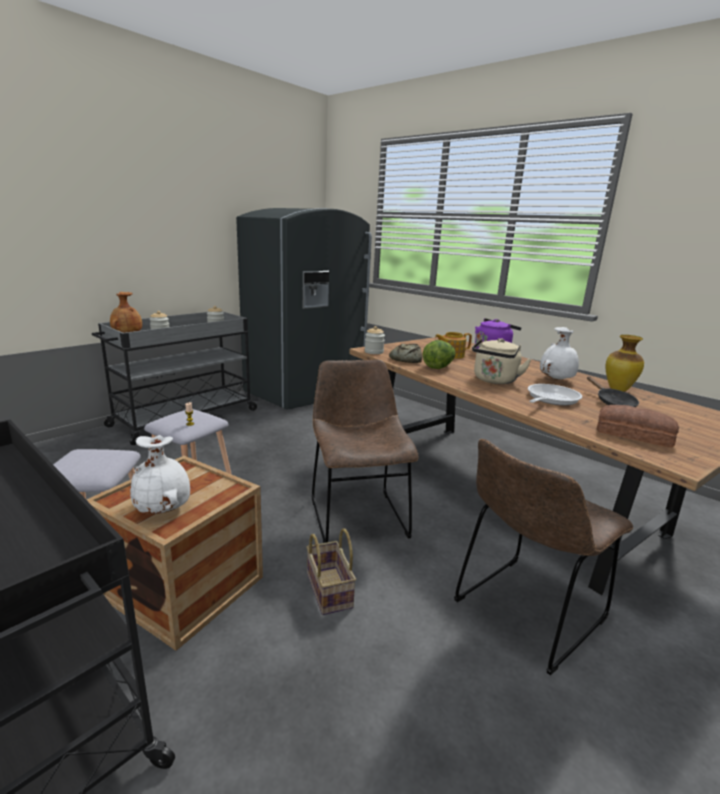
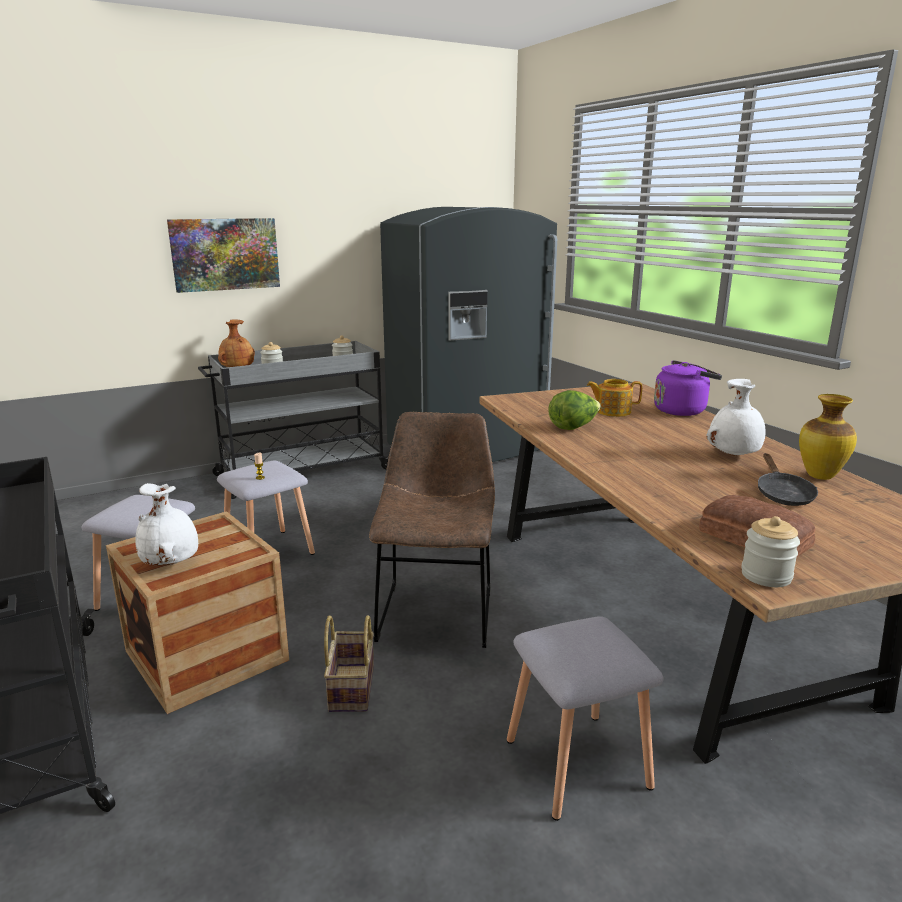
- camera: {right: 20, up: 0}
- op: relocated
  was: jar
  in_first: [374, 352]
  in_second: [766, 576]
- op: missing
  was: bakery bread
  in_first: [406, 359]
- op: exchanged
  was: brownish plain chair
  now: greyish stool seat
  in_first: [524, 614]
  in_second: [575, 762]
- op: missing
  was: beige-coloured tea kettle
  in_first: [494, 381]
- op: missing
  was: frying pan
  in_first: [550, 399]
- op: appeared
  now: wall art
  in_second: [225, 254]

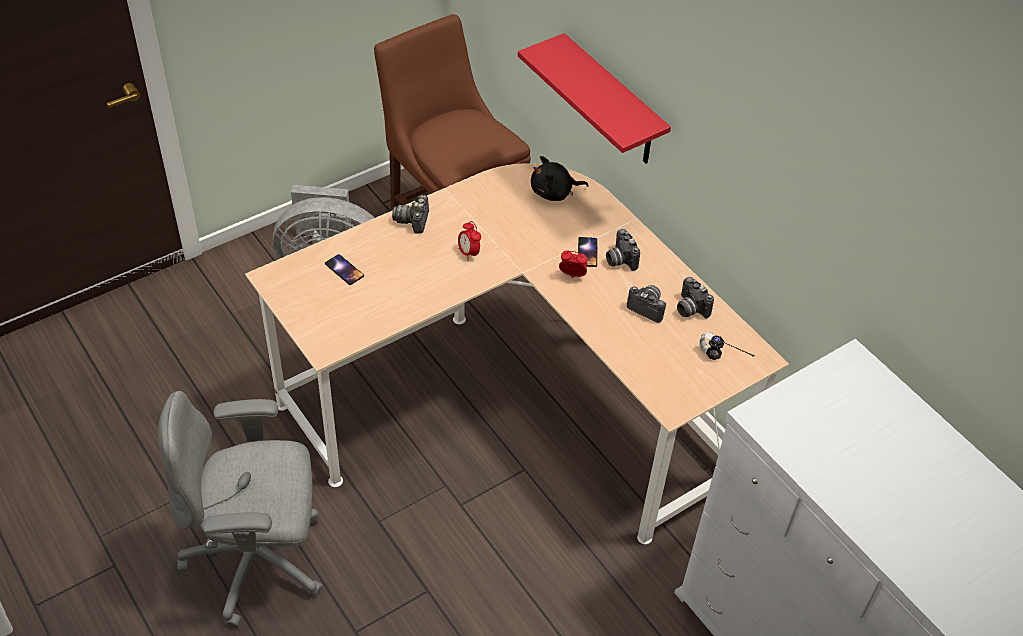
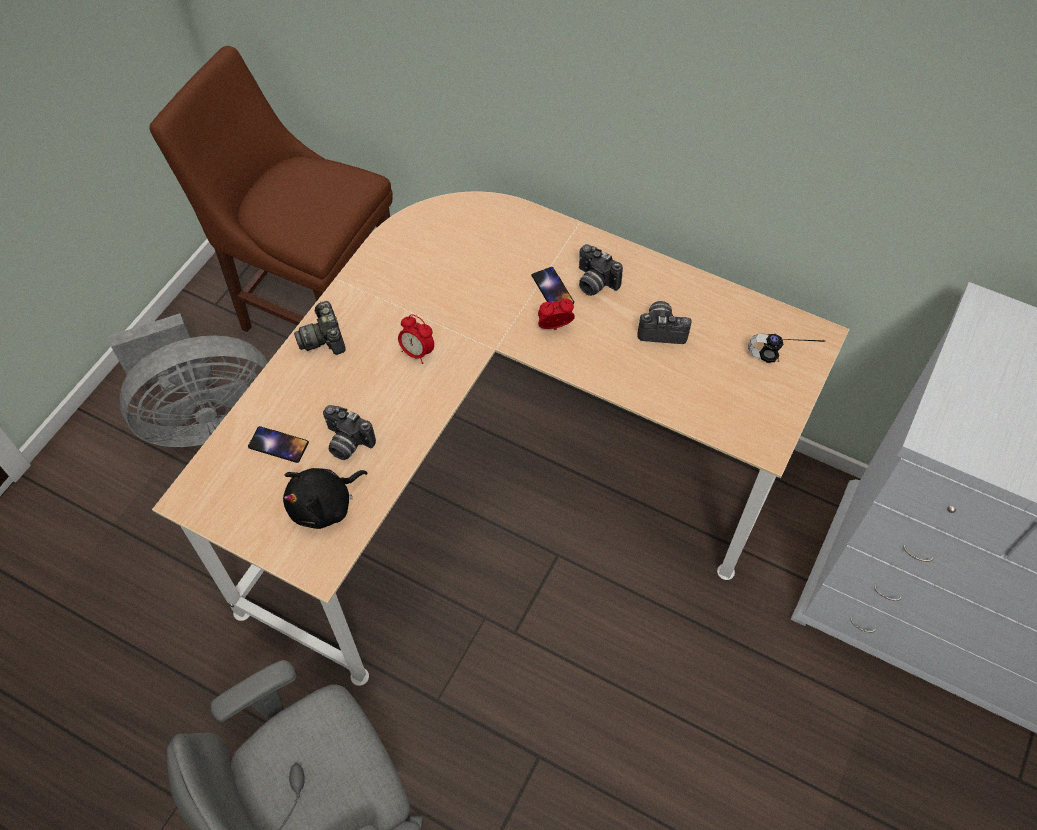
- camera: {right: -25, up: 10}
- op: missing
  was: red wall shelf
  in_first: [612, 103]
- op: relocated
  was: blackish soft toy
  in_first: [554, 192]
  in_second: [324, 505]
- op: relocated
  was: photo camera
  in_first: [689, 309]
  in_second: [346, 443]

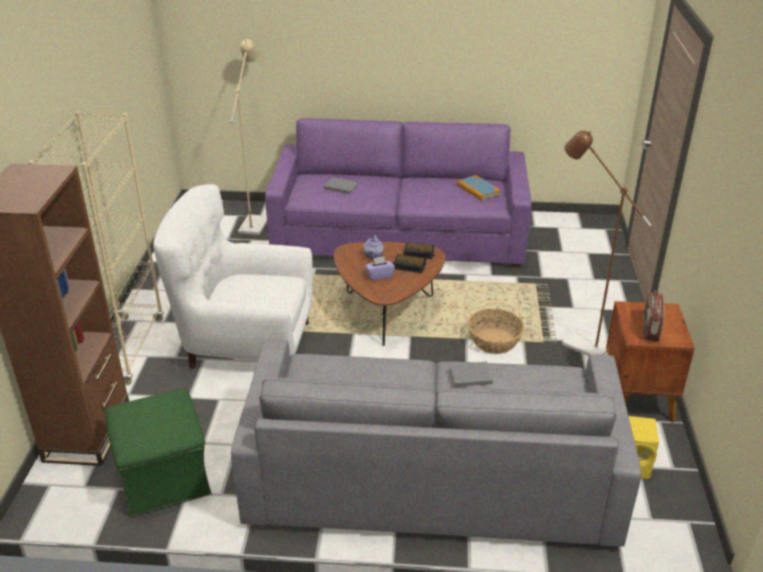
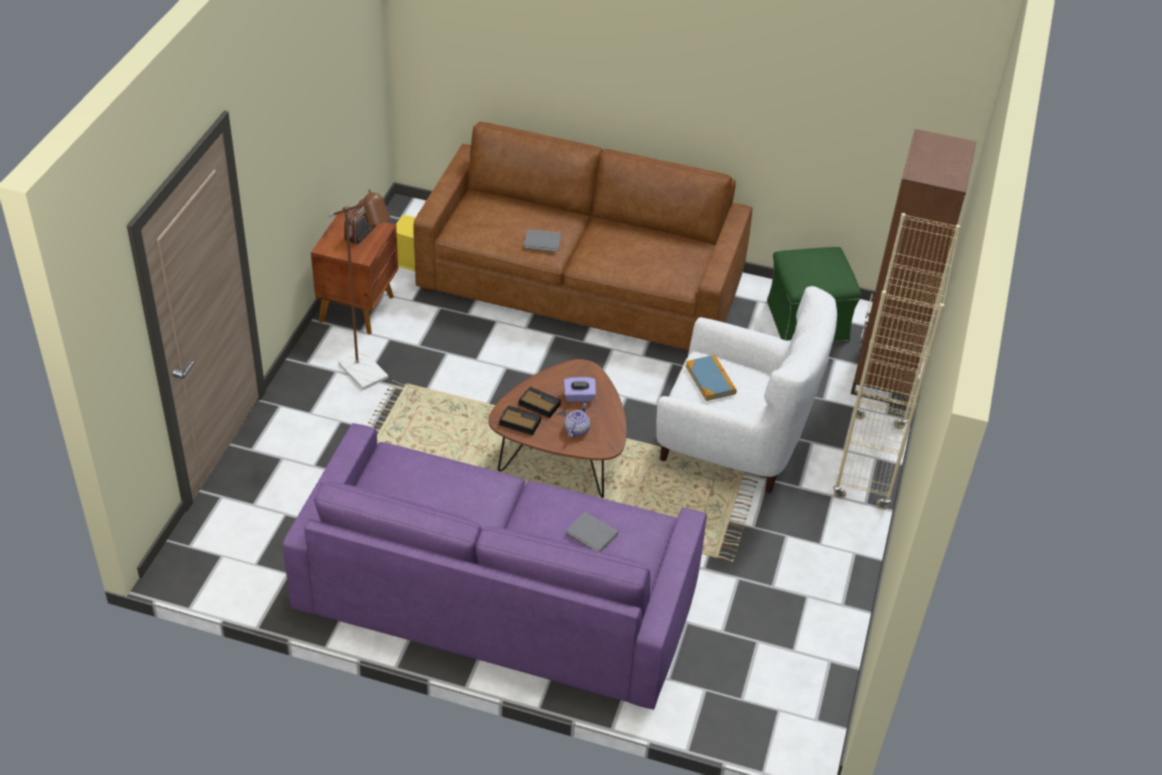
- camera: {right: -170, up: 10}
- op: missing
  was: beige-coloured standard lamp
  in_first: [255, 222]
- op: colour
  was: greyish sofa
  now: brownish sofa
  in_first: [431, 475]
  in_second: [581, 283]
- op: relocated
  was: book
  in_first: [478, 190]
  in_second: [710, 380]
- op: missing
  was: basket
  in_first: [494, 341]

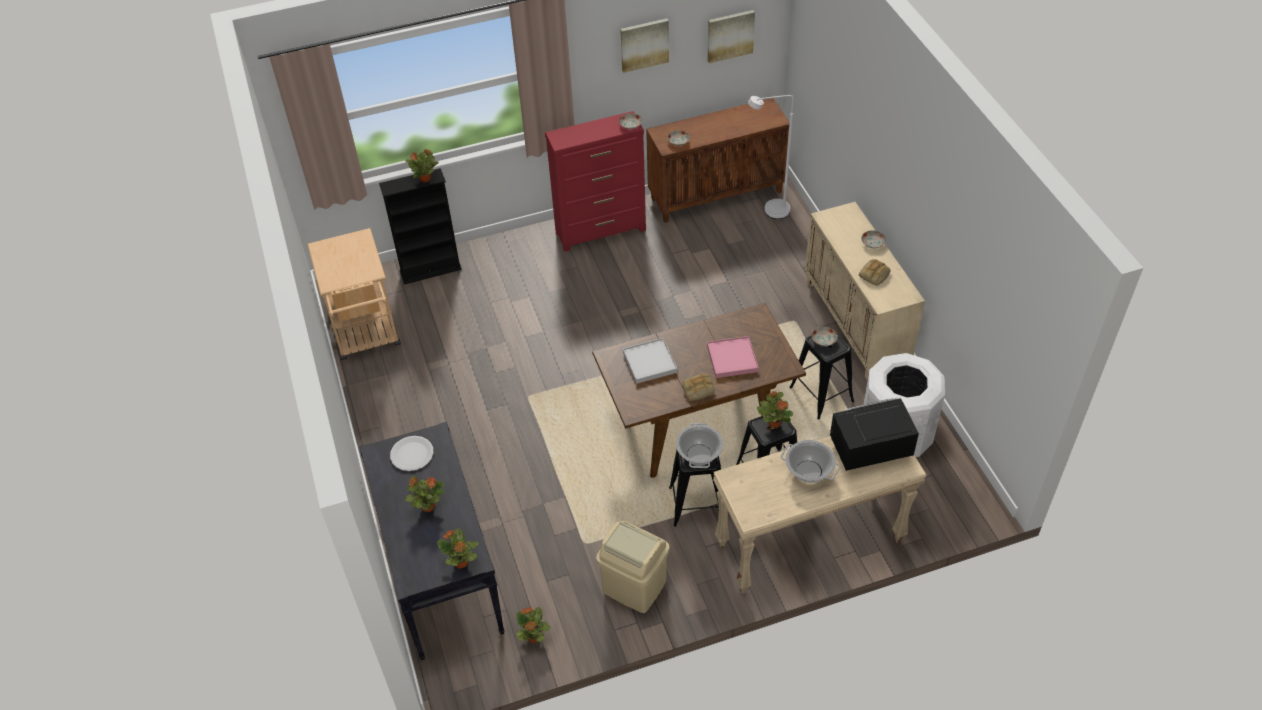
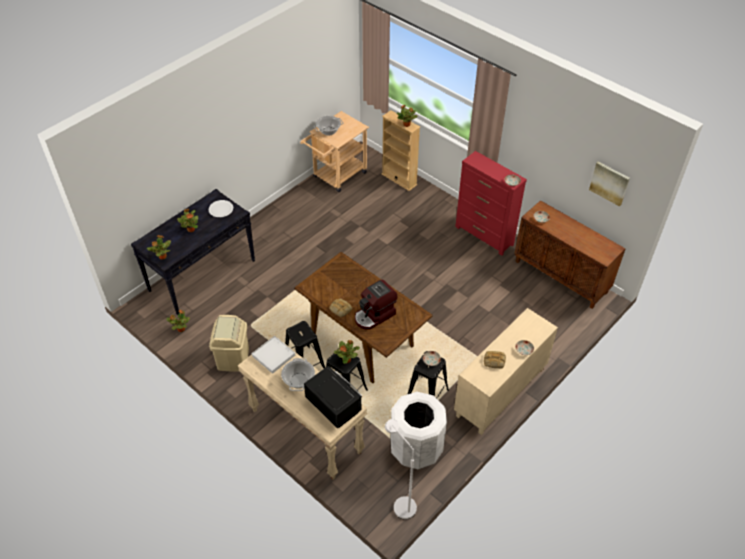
- camera: {right: 60, up: 0}
- op: colour
  was: blackish bookcase
  now: beige-coloured bookcase
  in_first: [430, 270]
  in_second: [399, 179]
- op: missing
  was: wall art
  in_first: [644, 44]
- op: relocated
  was: whitish tray
  in_first: [650, 362]
  in_second: [273, 355]
- op: relocated
  was: saucepot
  in_first: [699, 455]
  in_second: [328, 131]
- op: exchanged
  was: pink-coloured tray
  now: coffee brewer
  in_first: [732, 358]
  in_second: [375, 316]
- op: relocated
  was: whitish standard lamp
  in_first: [770, 211]
  in_second: [400, 503]

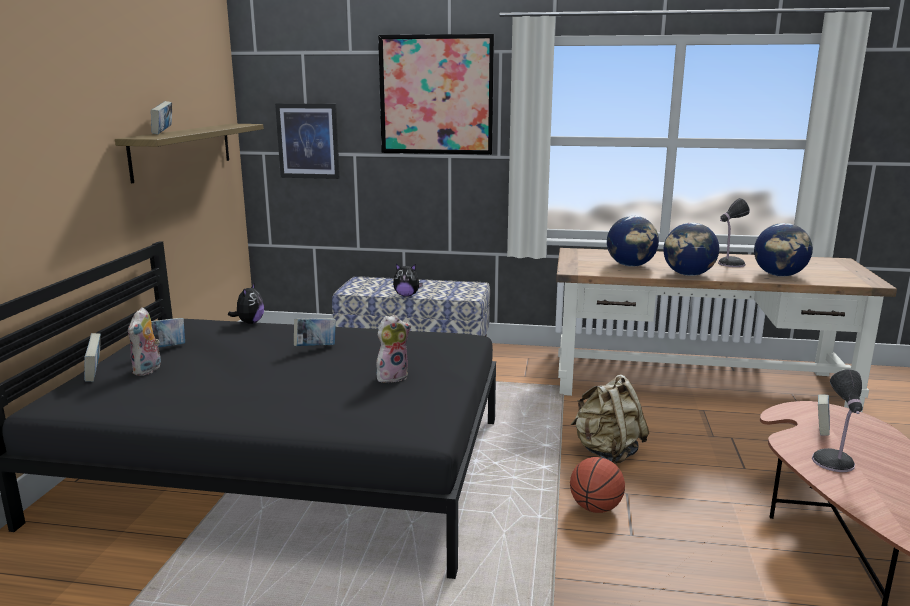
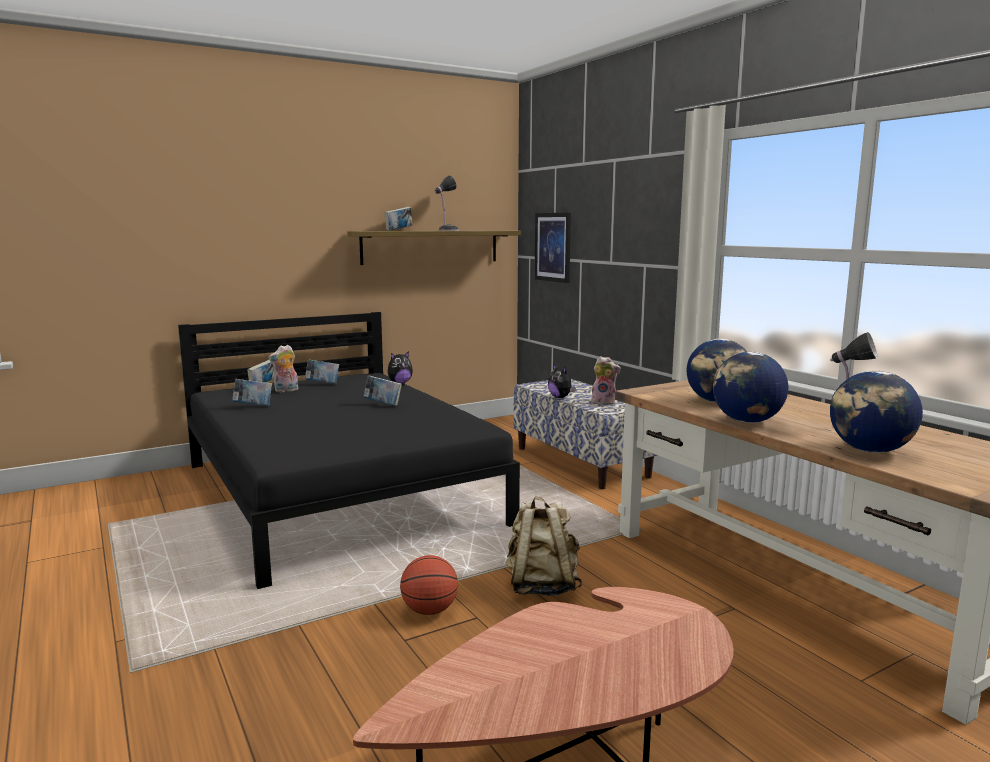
- camera: {right: 50, up: -5}
- op: relocated
  was: soft toy
  in_first: [392, 376]
  in_second: [604, 402]
- op: missing
  was: wall art
  in_first: [436, 95]
- op: relocated
  was: table lamp
  in_first: [833, 463]
  in_second: [447, 230]
- op: relocated
  was: book
  in_first: [821, 432]
  in_second: [253, 406]

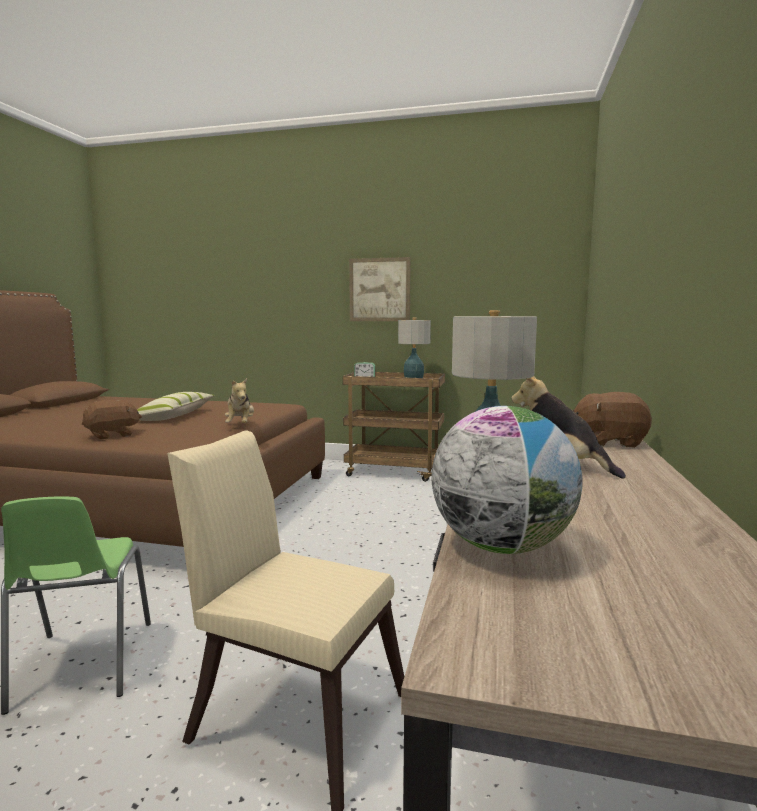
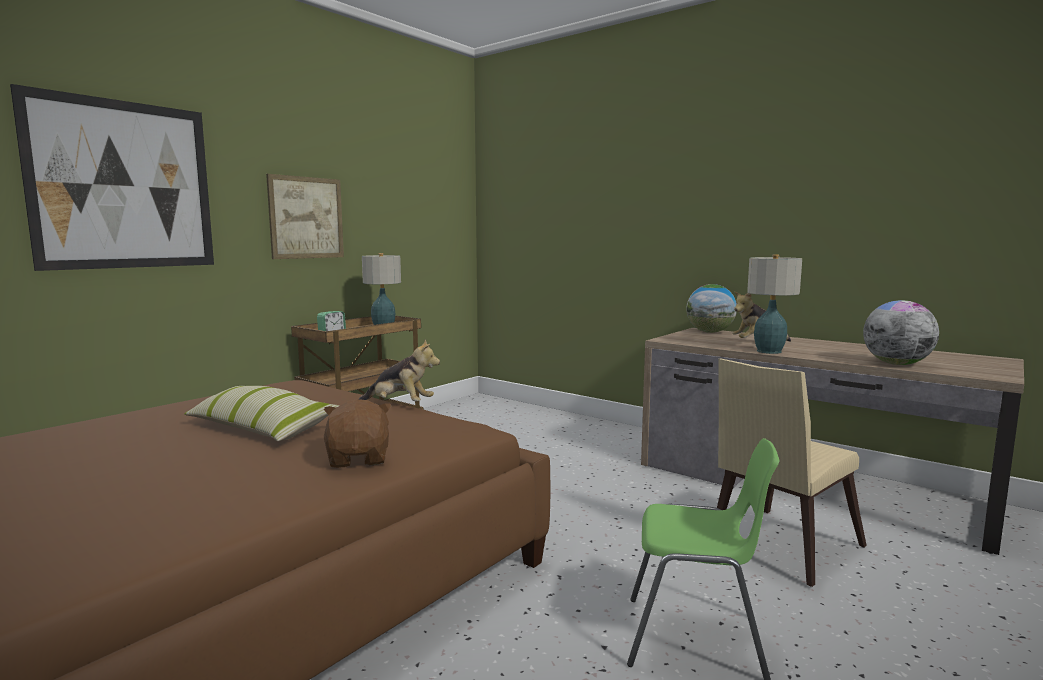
- camera: {right: -65, up: 0}
- op: exchanged
  was: brownish soft toy
  now: globe
  in_first: [609, 442]
  in_second: [710, 332]
- op: appeared
  now: wall art
  in_second: [124, 185]

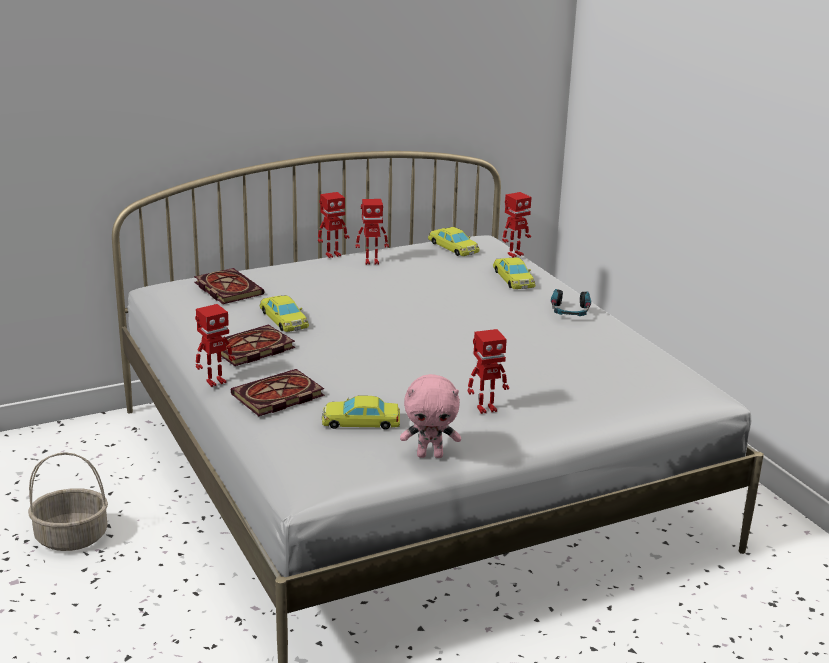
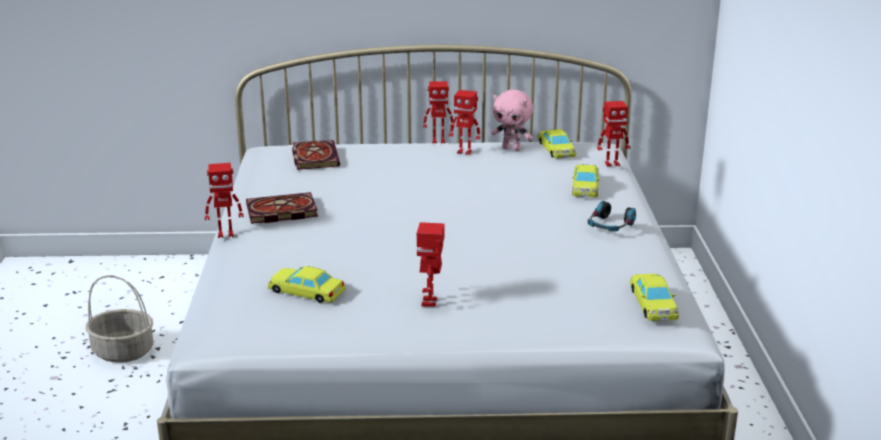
- camera: {right: 25, up: 0}
- op: missing
  was: book
  in_first: [277, 397]
- op: relocated
  was: yellow model car
  in_first: [284, 319]
  in_second: [653, 303]
- op: relocated
  was: pink-coloured soft toy
  in_first: [430, 455]
  in_second: [512, 148]
- op: spun
  was: toy robot
  in_first: [486, 409]
  in_second: [430, 302]
  clockwise: 90

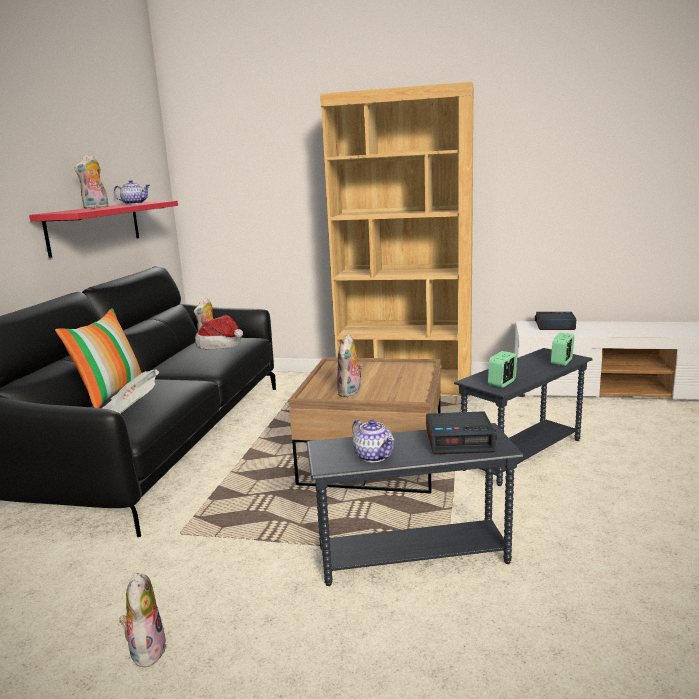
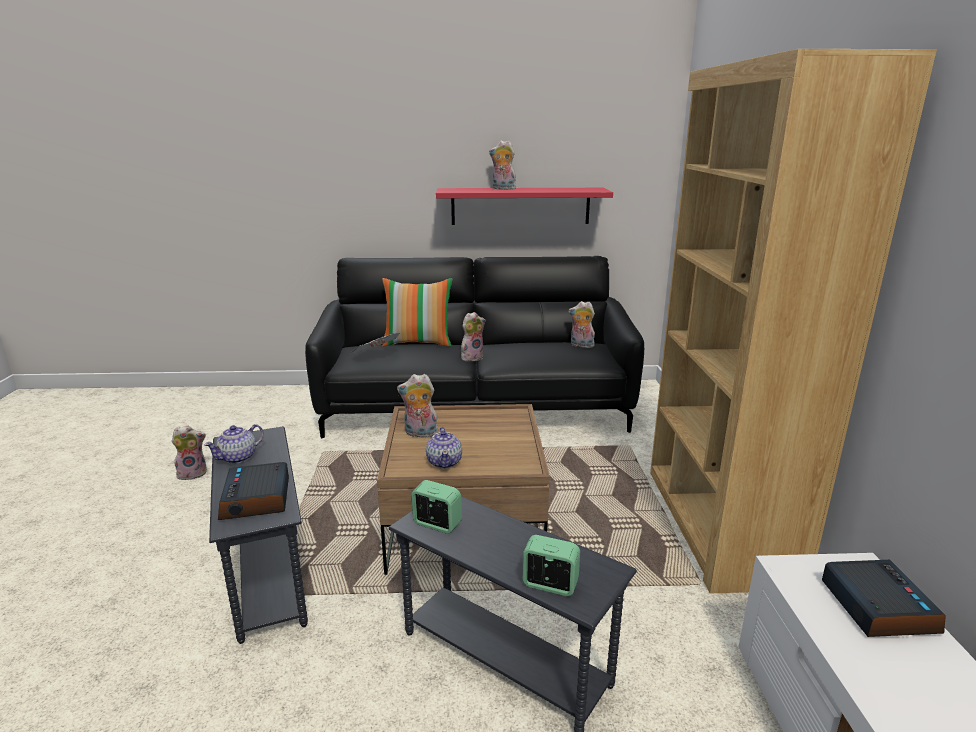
- camera: {right: 75, up: 5}
- op: relocated
  was: tea pot
  in_first: [133, 204]
  in_second: [444, 462]
- op: missing
  was: wearable hat
  in_first: [222, 345]
- op: appeared
  now: soft toy
  in_second: [472, 357]

